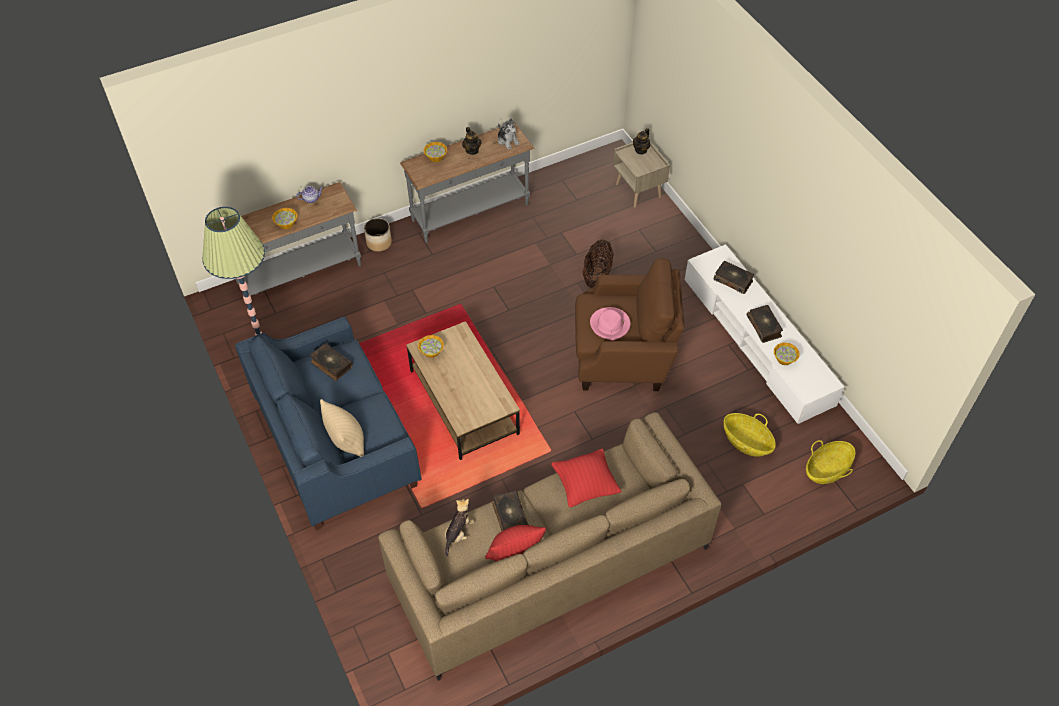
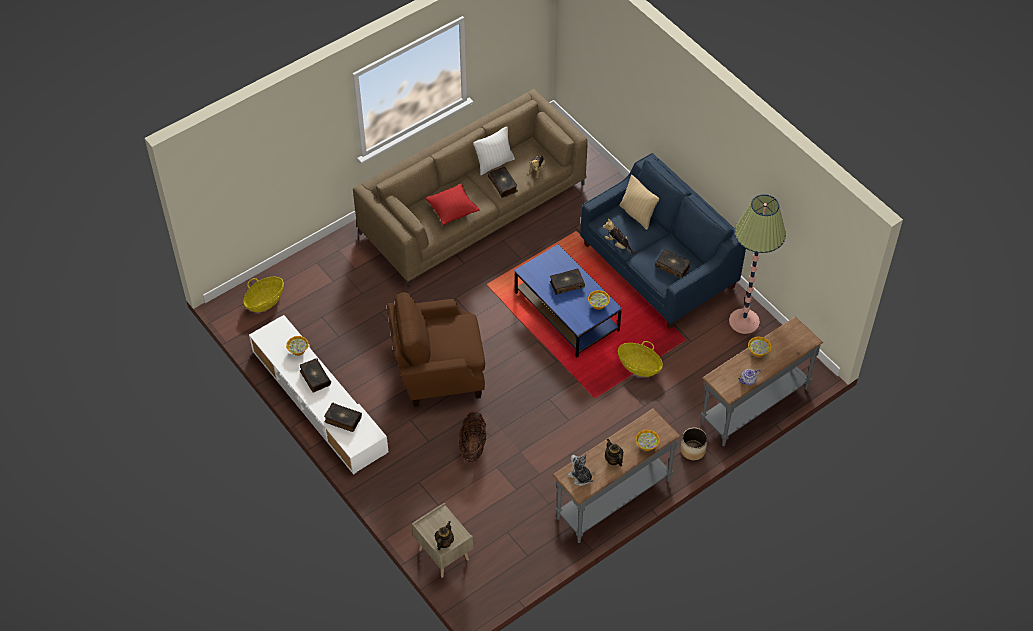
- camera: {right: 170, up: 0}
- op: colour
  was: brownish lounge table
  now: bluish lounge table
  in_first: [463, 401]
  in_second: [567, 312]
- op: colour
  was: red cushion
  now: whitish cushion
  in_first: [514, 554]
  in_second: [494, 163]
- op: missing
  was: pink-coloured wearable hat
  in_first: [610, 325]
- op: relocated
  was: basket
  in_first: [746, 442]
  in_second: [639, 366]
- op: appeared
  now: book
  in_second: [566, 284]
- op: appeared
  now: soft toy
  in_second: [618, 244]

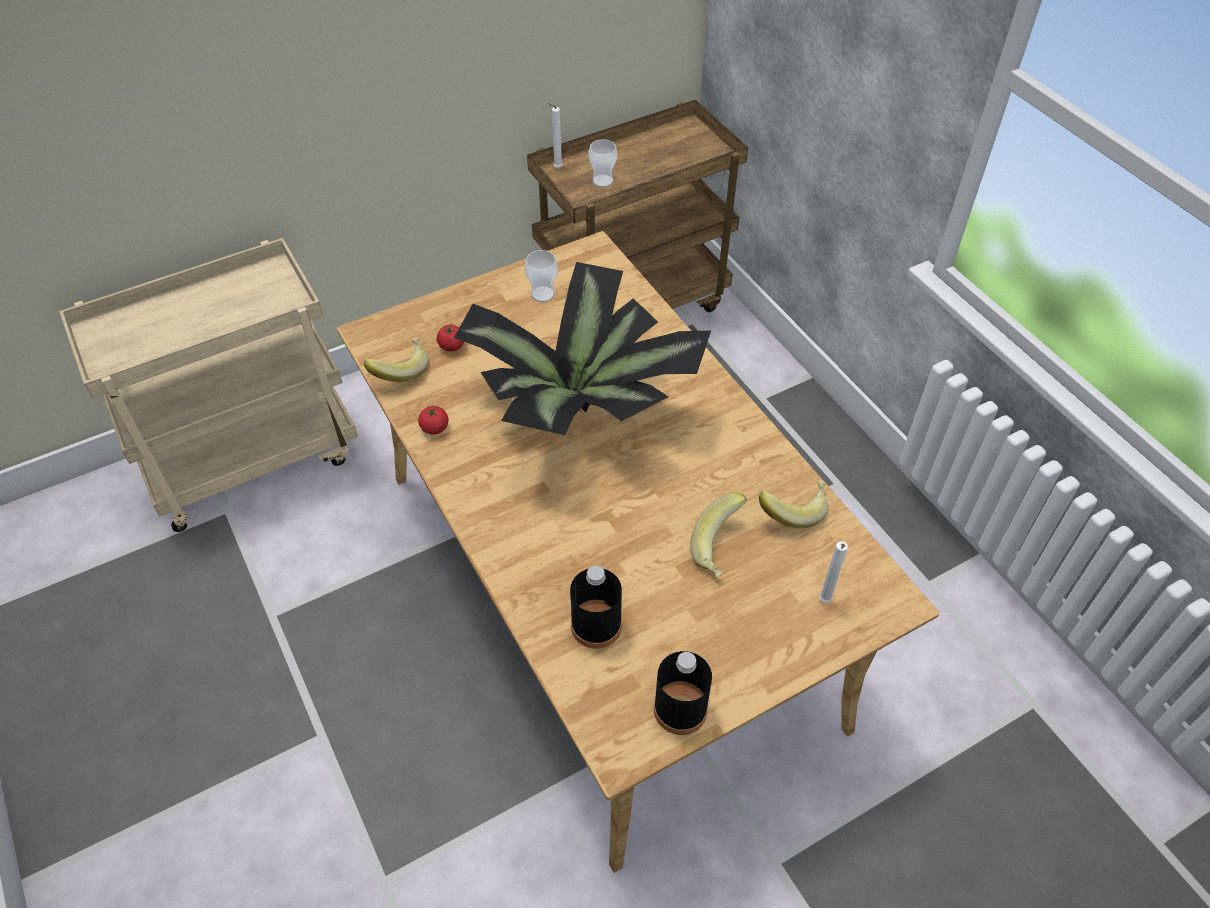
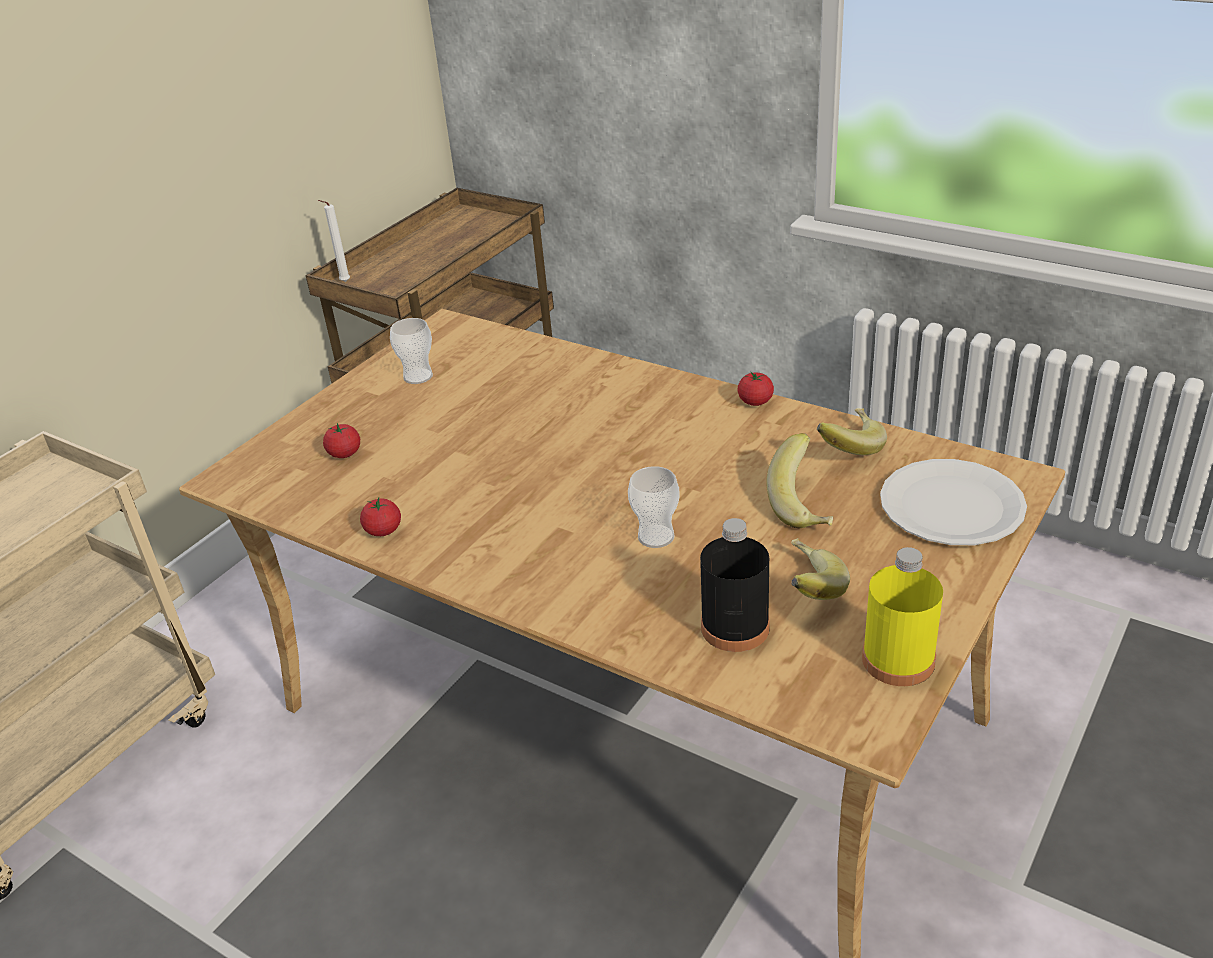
- camera: {right: -25, up: -15}
- op: relocated
  was: whole banana
  in_first: [400, 370]
  in_second: [806, 589]
- op: missing
  was: houseplant
  in_first: [582, 410]
- op: relocated
  was: drinking cup
  in_first: [602, 181]
  in_second: [656, 536]
- op: colour
  was: blackish beverage bottle
  now: yellow beverage bottle
  in_first: [680, 709]
  in_second: [898, 660]
- op: exchanged
  was: whitish candle
  now: whitish dinner plate
  in_first: [824, 602]
  in_second: [951, 506]
- op: appeared
  now: fresh tomato
  in_second: [755, 401]

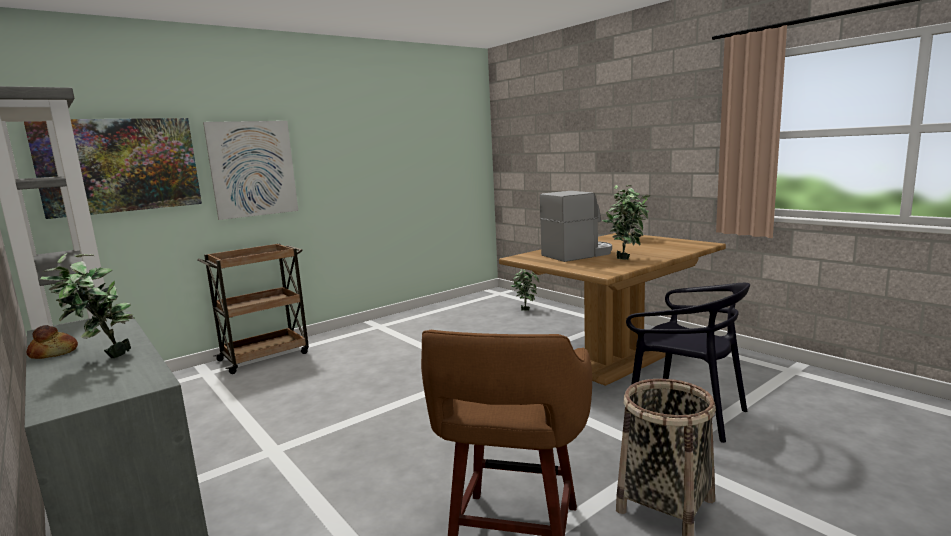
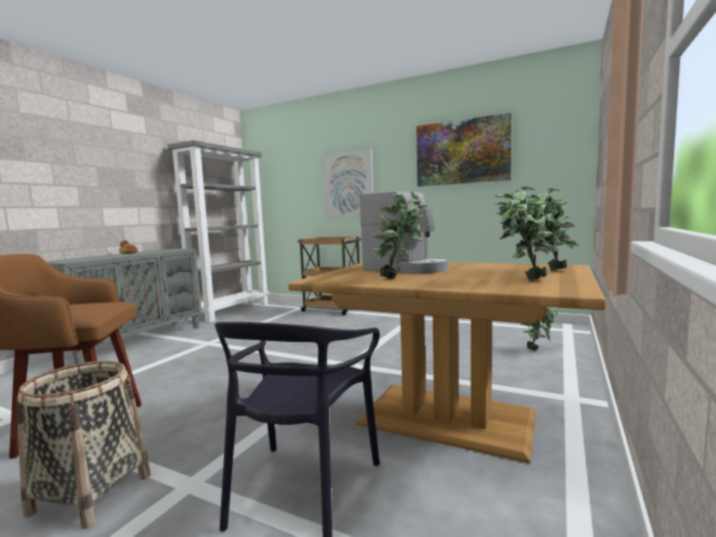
- camera: {right: 65, up: -5}
- op: relocated
  was: wall art
  in_first: [120, 165]
  in_second: [462, 152]
- op: relocated
  was: houseplant
  in_first: [103, 358]
  in_second: [523, 279]

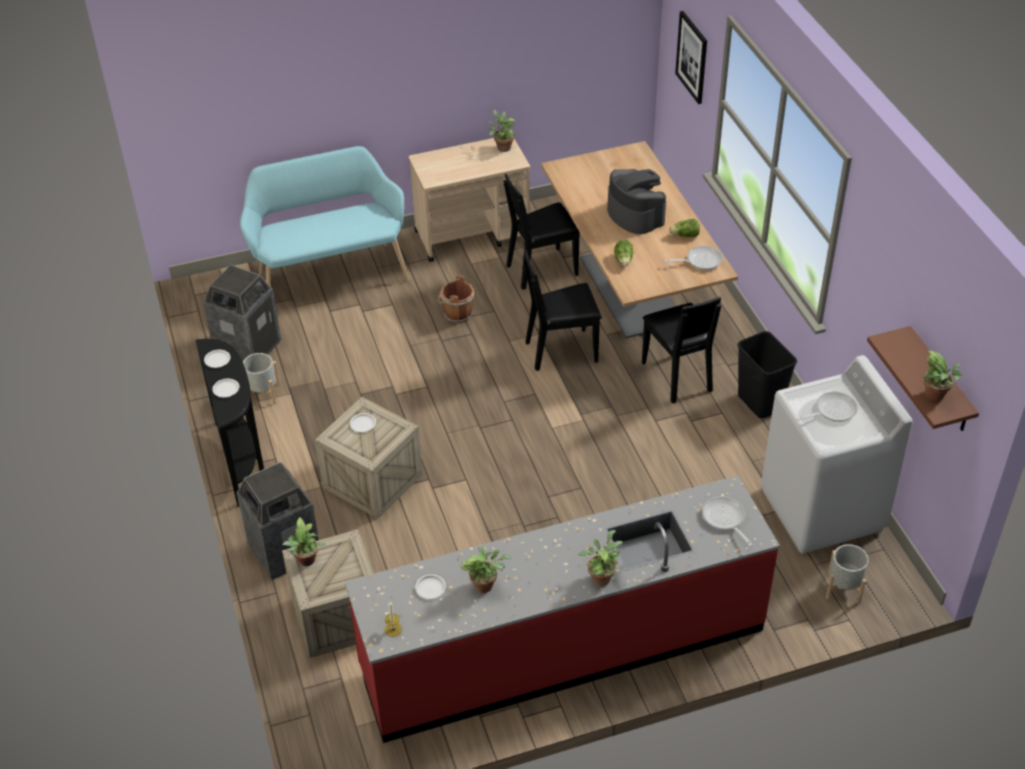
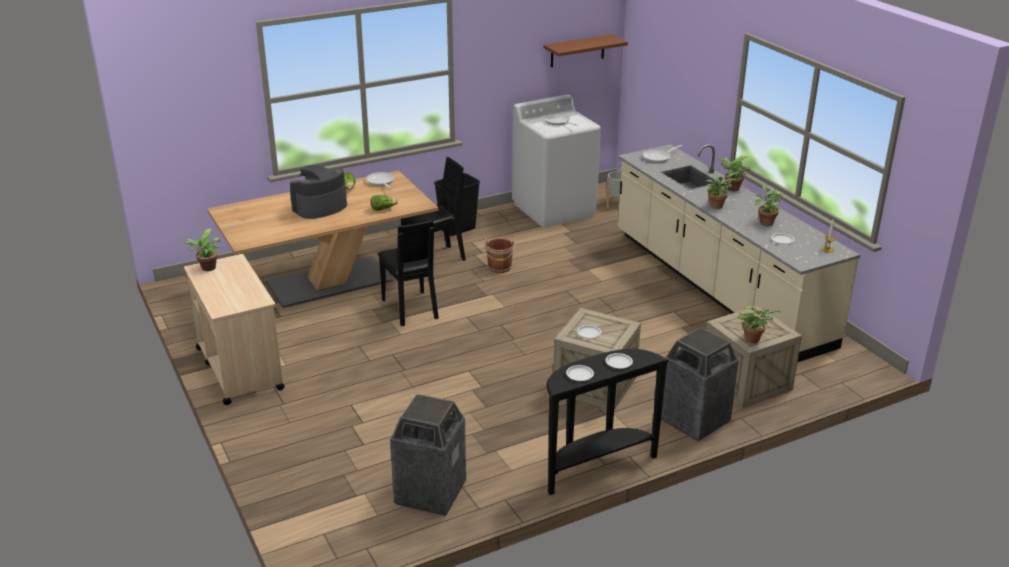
- camera: {right: -100, up: -15}
- op: missing
  was: blue-green long seat
  in_first: [330, 273]
- op: missing
  was: greyish planter
  in_first: [263, 394]
- op: colour
  was: red counter
  now: beige-coloured counter
  in_first: [562, 648]
  in_second: [717, 288]
- op: relocated
  was: brownish pail
  in_first: [457, 314]
  in_second: [500, 268]
- op: missing
  was: blackish plain chair
  in_first: [542, 269]
- op: missing
  was: wall art
  in_first: [692, 57]
- op: relocated
  was: houseplant
  in_first: [936, 396]
  in_second: [717, 205]

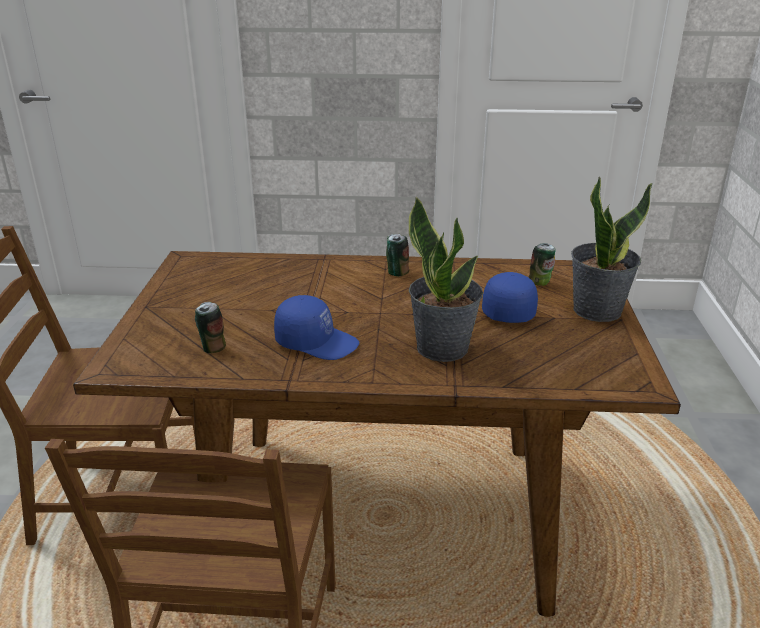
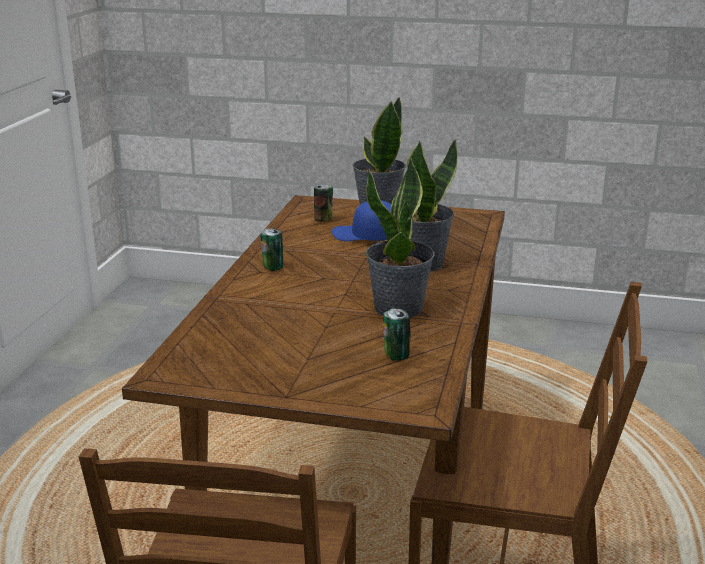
- camera: {right: -80, up: -5}
- op: exchanged
  was: bluish cap
  now: houseplant
  in_first: [317, 342]
  in_second: [399, 308]

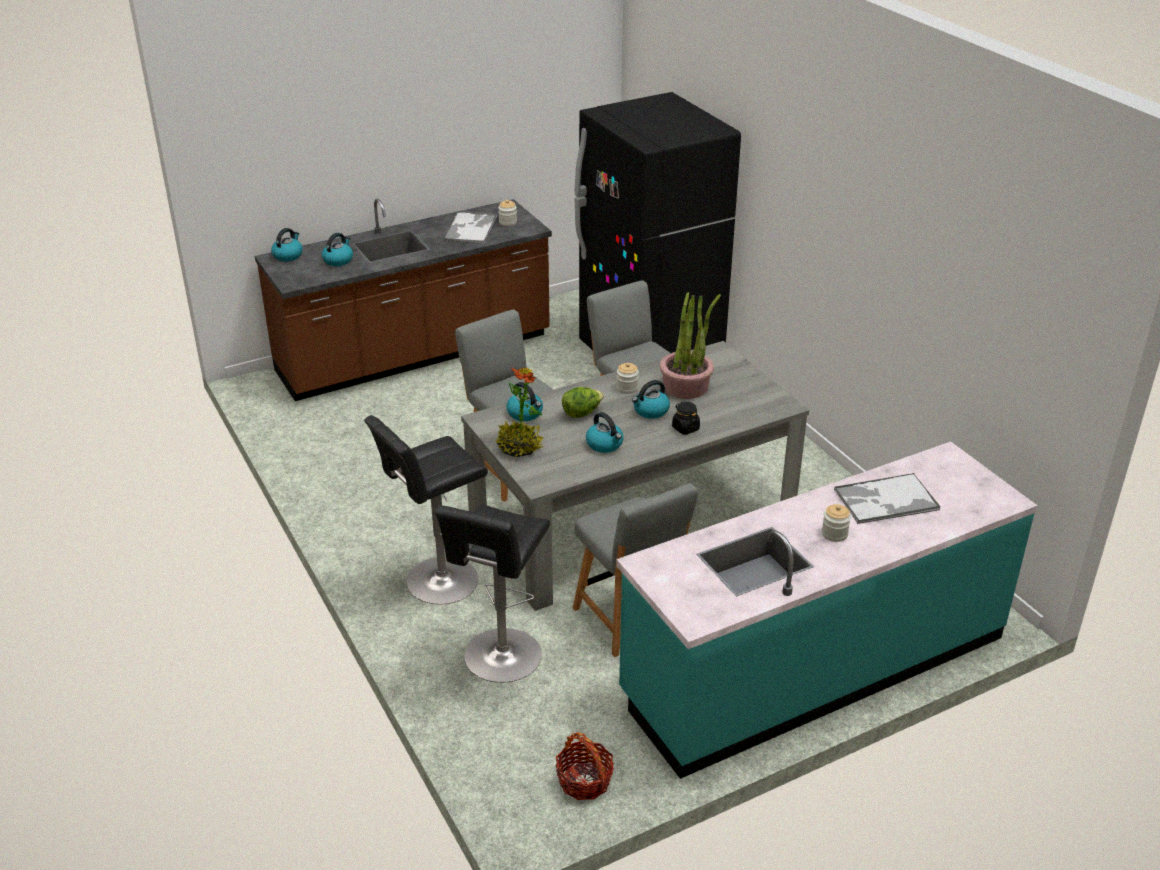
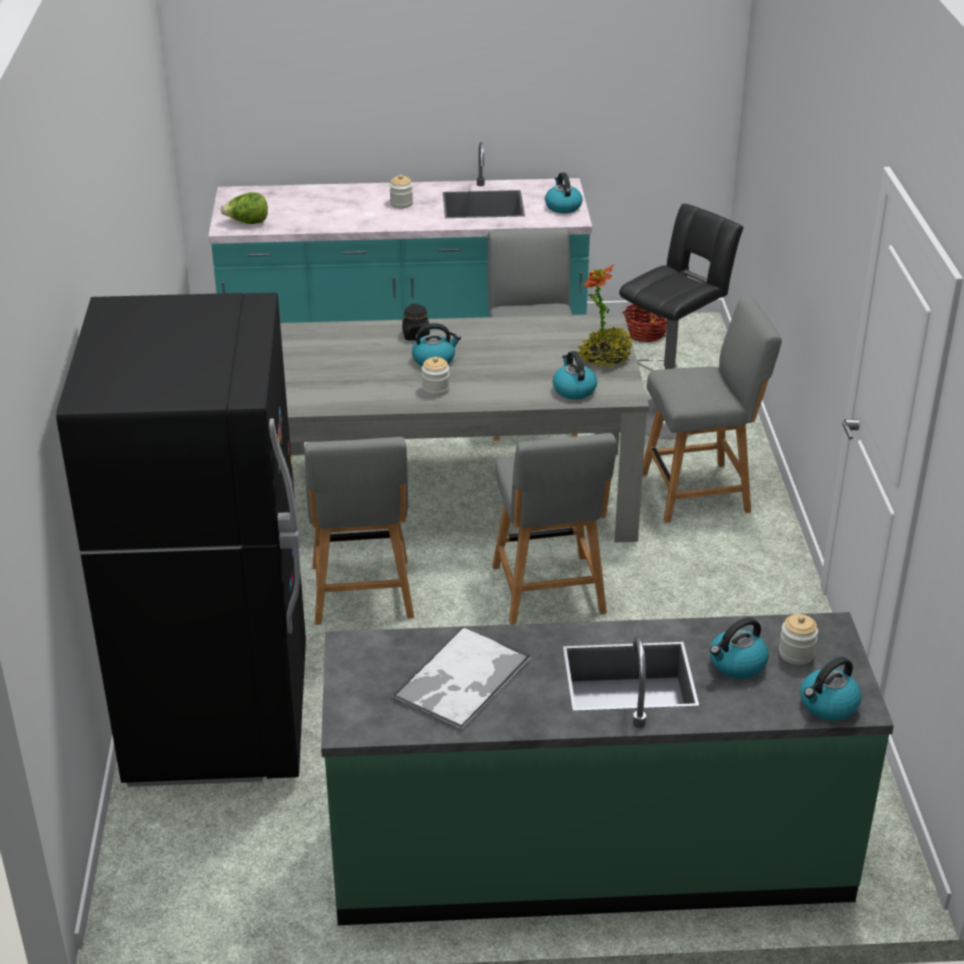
- camera: {right: -155, up: 0}
- op: colour
  was: brownish counter
  now: green counter
  in_first: [415, 355]
  in_second: [589, 853]
- op: exchanged
  was: blackish stool seat
  now: greyish plain chair
  in_first: [437, 582]
  in_second: [701, 491]
- op: relocated
  was: jar
  in_first: [508, 222]
  in_second: [796, 654]
- op: relocated
  was: head of lettuce
  in_first: [582, 413]
  in_second: [247, 223]
- op: relocated
  was: tea kettle
  in_first: [605, 444]
  in_second: [562, 207]
- op: missing
  was: houseplant
  in_first: [686, 386]
- op: missing
  was: tray
  in_first: [885, 500]

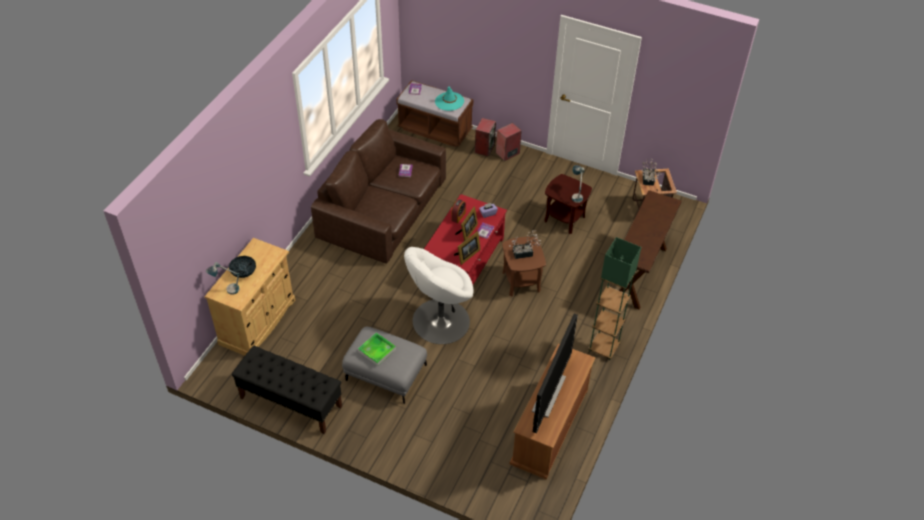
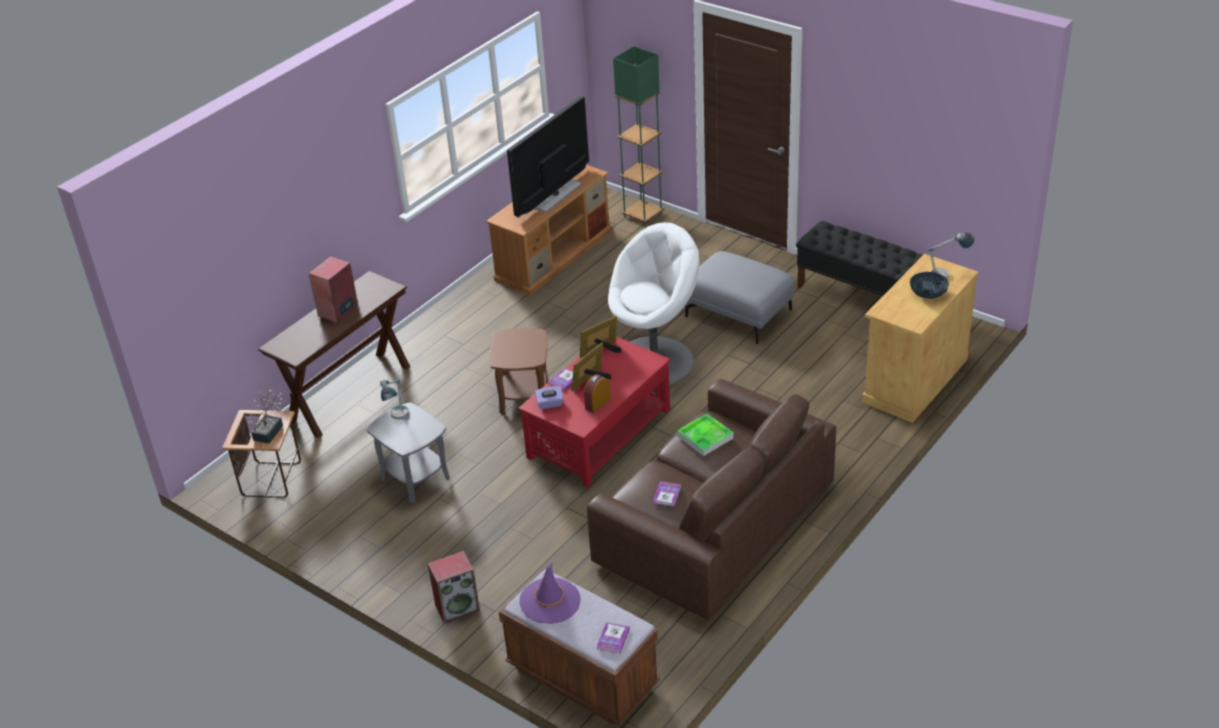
- camera: {right: -165, up: -10}
- op: relocated
  was: tray
  in_first: [377, 350]
  in_second: [705, 437]
- op: colour
  was: blue-green wearable hat
  now: purple wearable hat
  in_first: [449, 101]
  in_second: [550, 601]
- op: relocated
  was: speaker
  in_first: [484, 148]
  in_second: [338, 311]
- op: missing
  was: houseplant
  in_first: [525, 253]
- op: colour
  was: brownish end table
  now: greyish end table
  in_first: [564, 219]
  in_second: [415, 479]
- op: relocated
  was: green standard lamp
  in_first: [603, 348]
  in_second: [643, 215]

